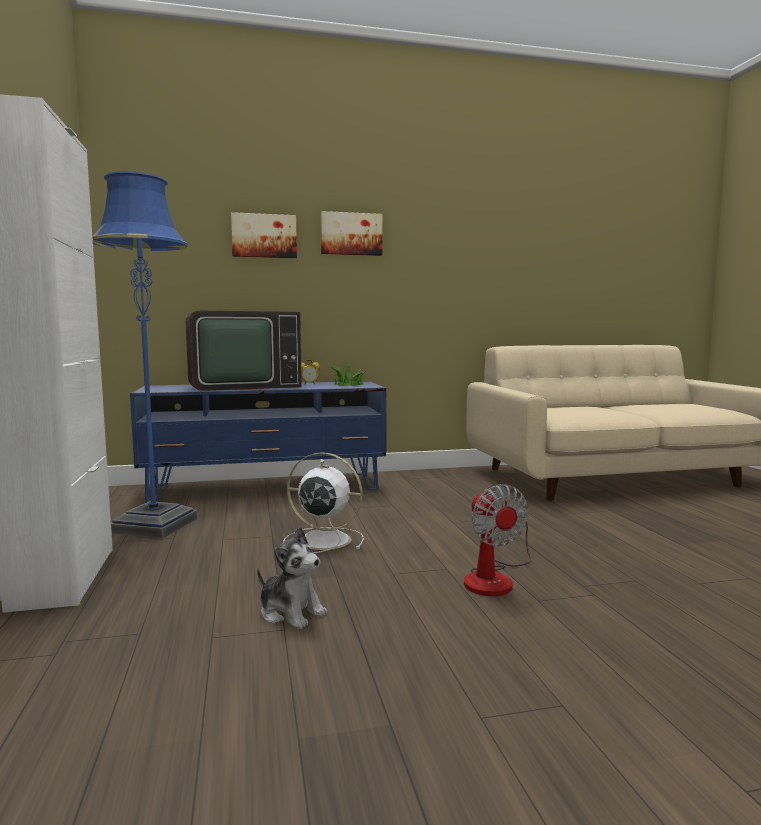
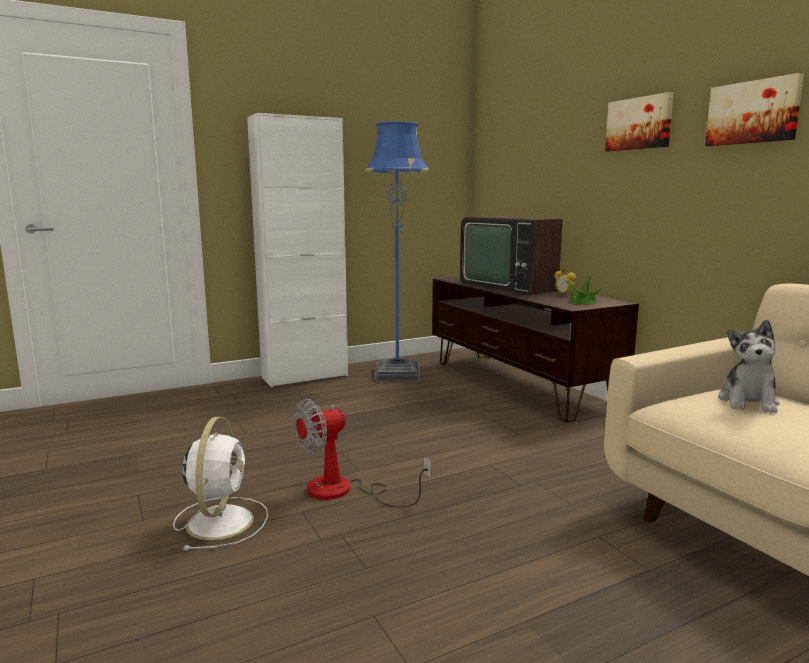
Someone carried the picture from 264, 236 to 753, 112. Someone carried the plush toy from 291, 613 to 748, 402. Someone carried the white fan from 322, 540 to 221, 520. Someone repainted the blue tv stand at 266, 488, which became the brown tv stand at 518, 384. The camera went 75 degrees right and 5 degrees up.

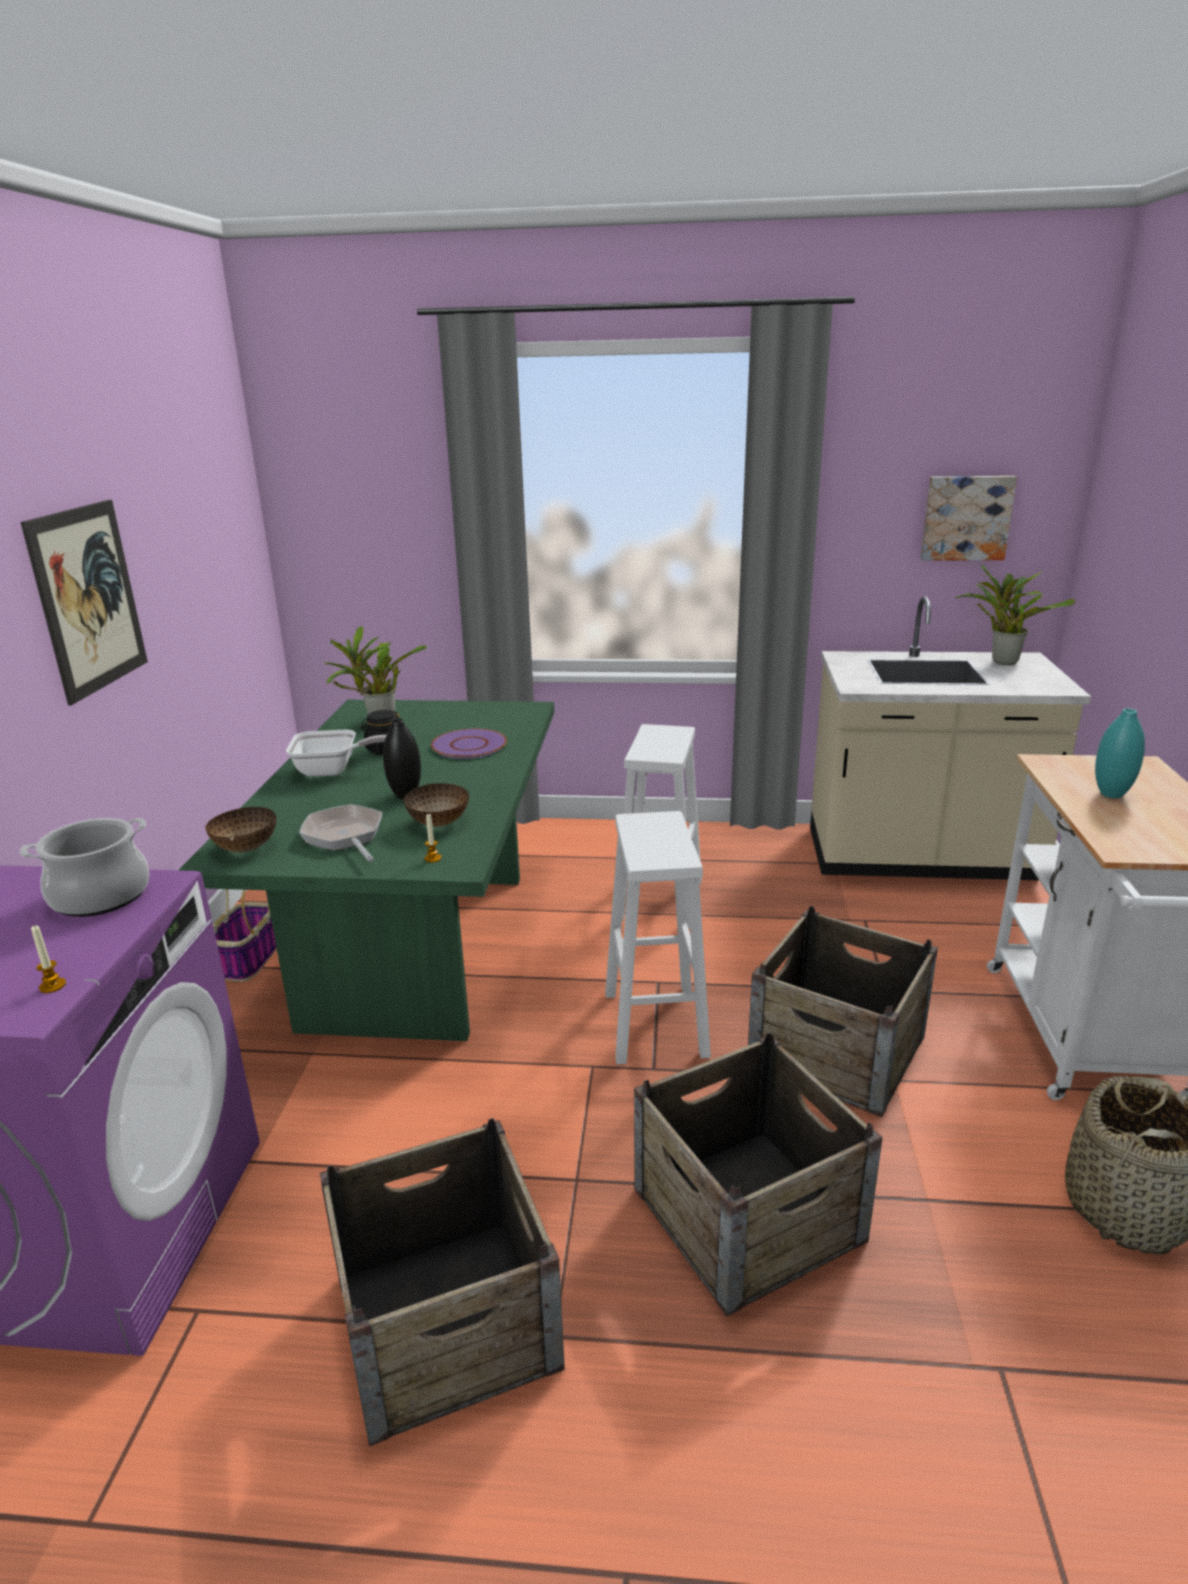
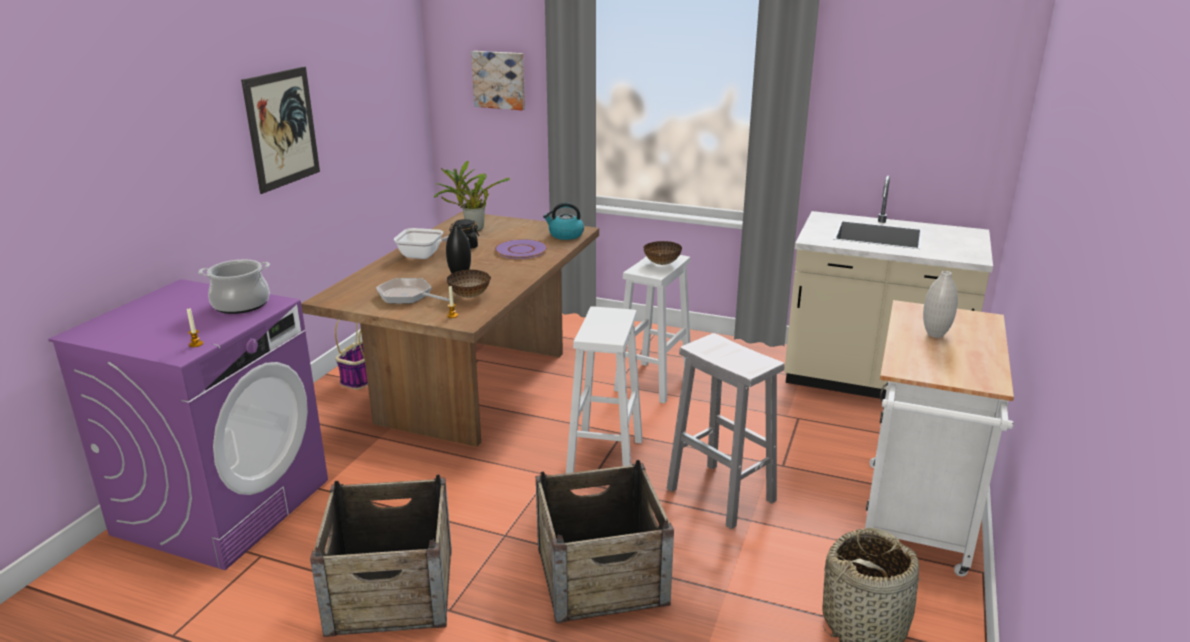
Someone took away the potted plant at 1001, 661. Someone put down the kettle at 565, 235. Someone carried the bowl from 245, 848 to 661, 263. Someone carried the picture from 966, 518 to 499, 80. Someone swapped the crate at 838, 1050 for the white stool at 722, 495. Someone repainted the green dining table at 421, 948, which became the brown dining table at 475, 387. Someone repainted the turquoise vase at 1111, 794, which became the white vase at 935, 334. Someone rotated the frying pan at 345, 837 by 45 degrees counterclockwise. The camera went 15 degrees right and 0 degrees up.

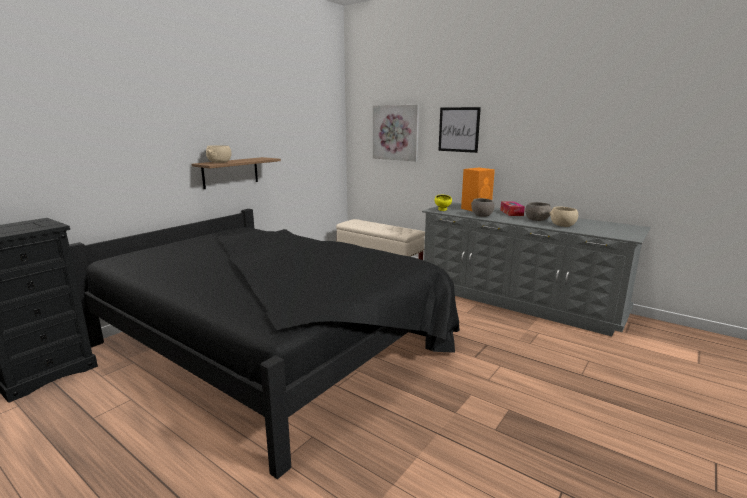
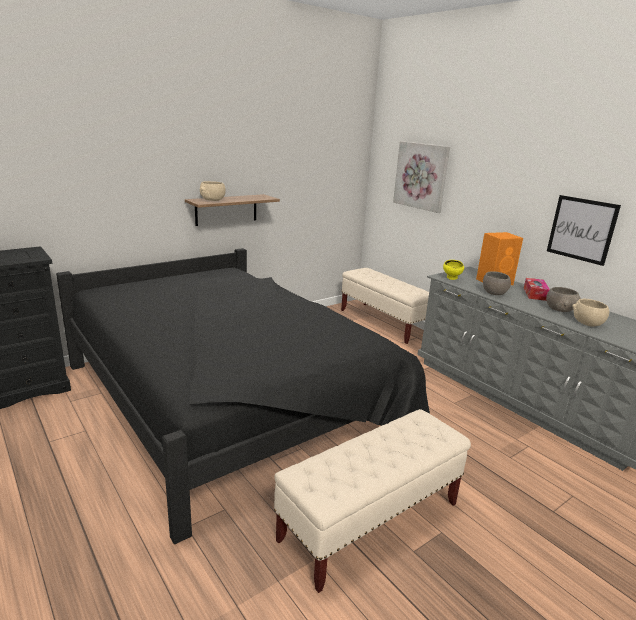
Someone put down the beige bench at 371, 521. Someone carried the picture from 459, 129 to 581, 229. The camera went 15 degrees right and 5 degrees up.

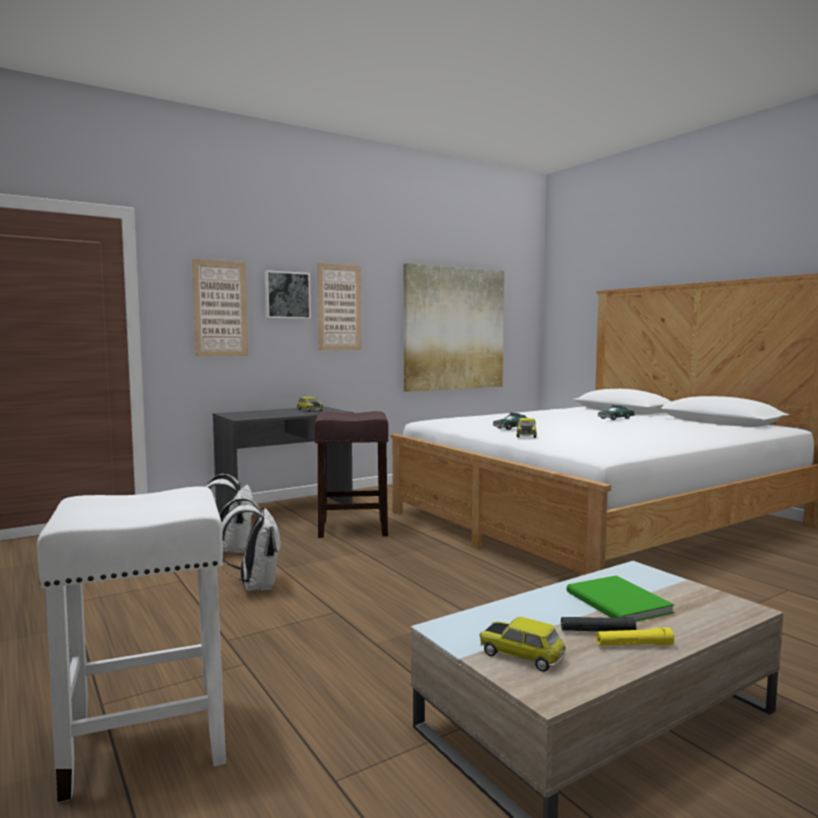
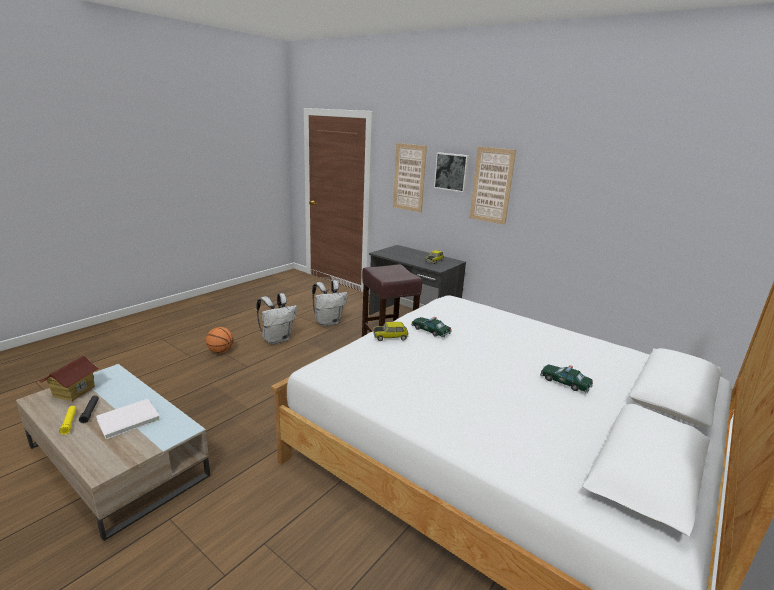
Someone took away the white stool at 150, 743. Someone took away the picture at 454, 328. Someone put down the basketball at 221, 351. Someone swapped the toy car at 523, 655 for the toy house at 74, 392. Someone repainted the green book at 618, 603, which became the white book at 126, 419. The camera went 70 degrees right and 15 degrees up.

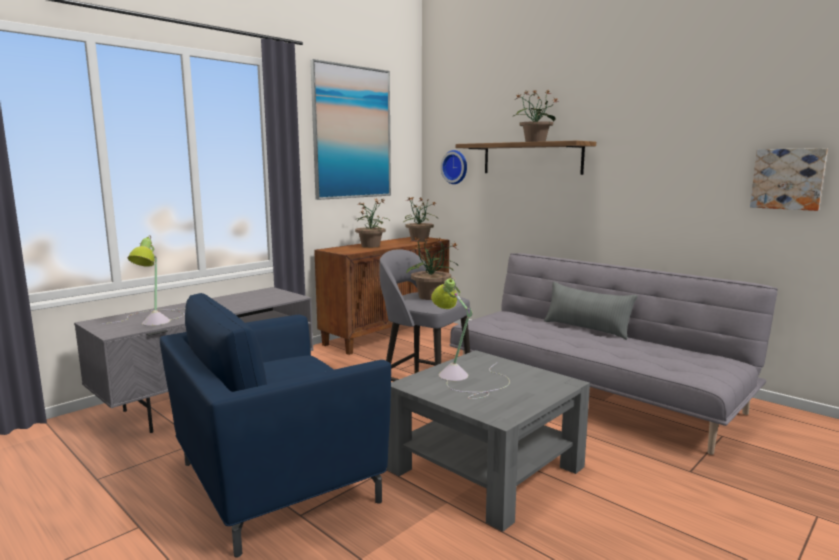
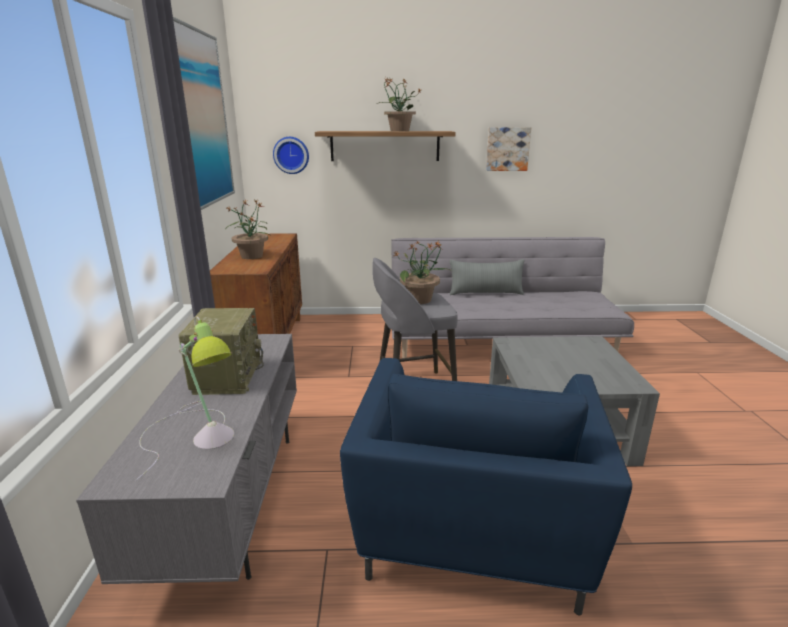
Someone took away the potted plant at 419, 240. Someone took away the table lamp at 464, 378. Someone put down the radio at 227, 377. Someone carried the picture from 788, 179 to 507, 149. The camera went 45 degrees left and 10 degrees up.

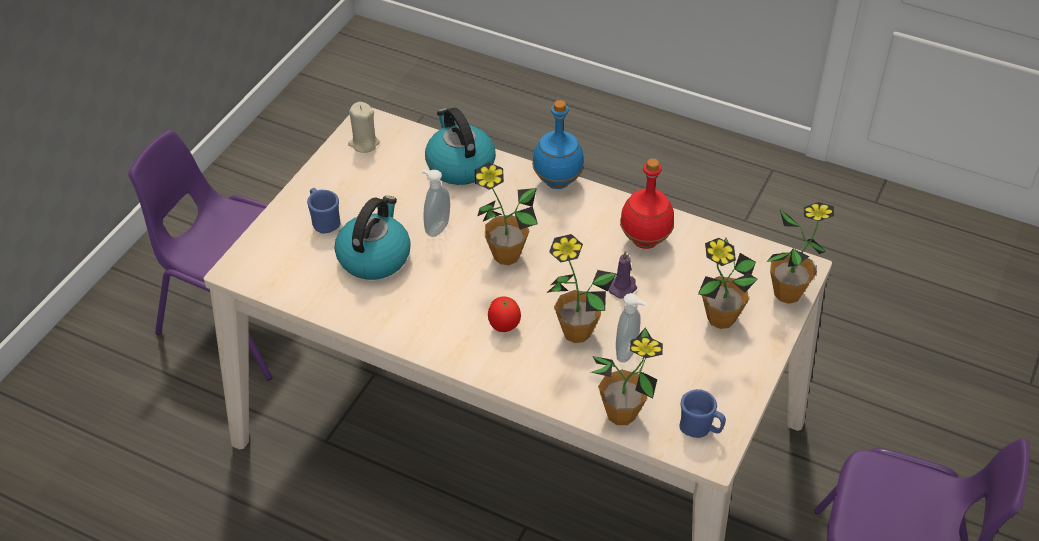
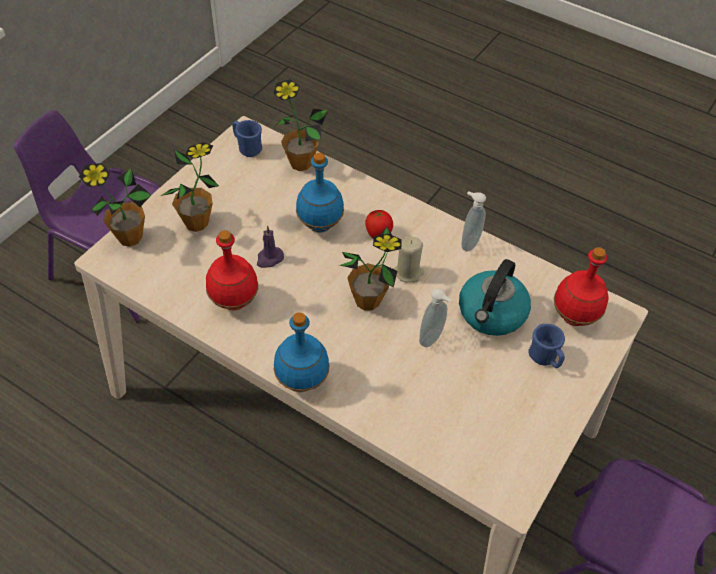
Someone took away the kettle at 459, 165. Someone put down the red bottle at 573, 317. Someone carried the beige candle from 364, 143 to 408, 272. Someone carried the soap dispenser from 628, 352 to 468, 242. Someone swapped the potted plant at 576, 332 for the blue bottle at 319, 225. The camera went 175 degrees left and 5 degrees up.

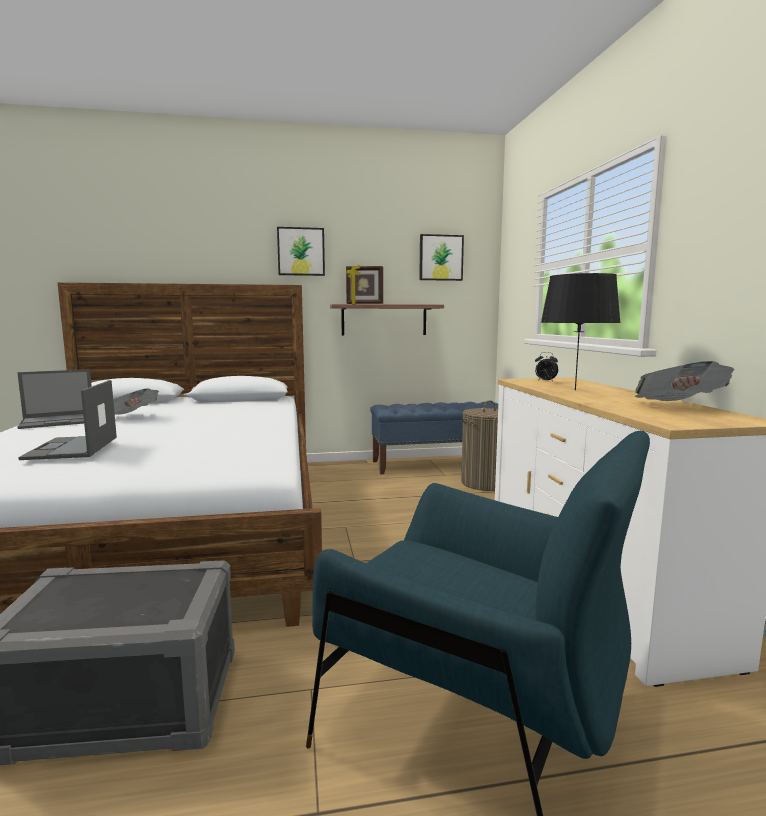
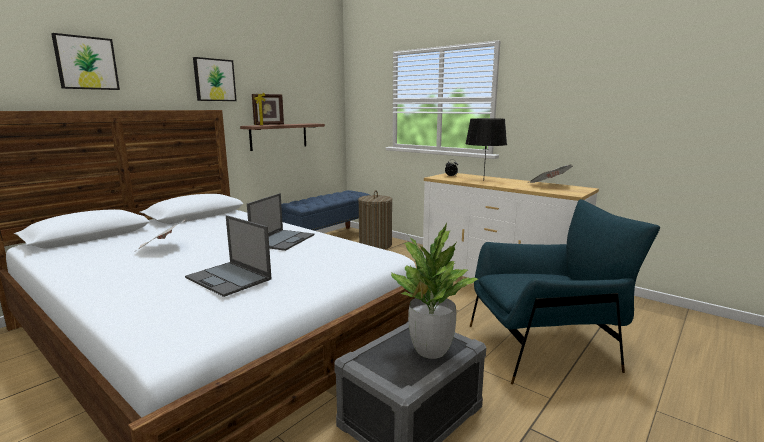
Someone put down the potted plant at 430, 350. Someone carried the laptop from 59, 421 to 283, 240. Someone carried the picture from 440, 258 to 86, 63. The camera went 40 degrees left and 5 degrees up.

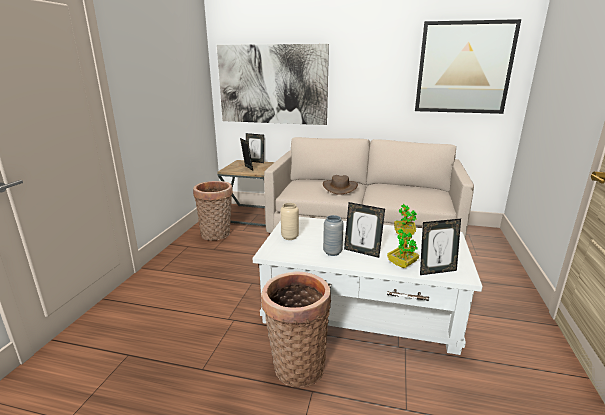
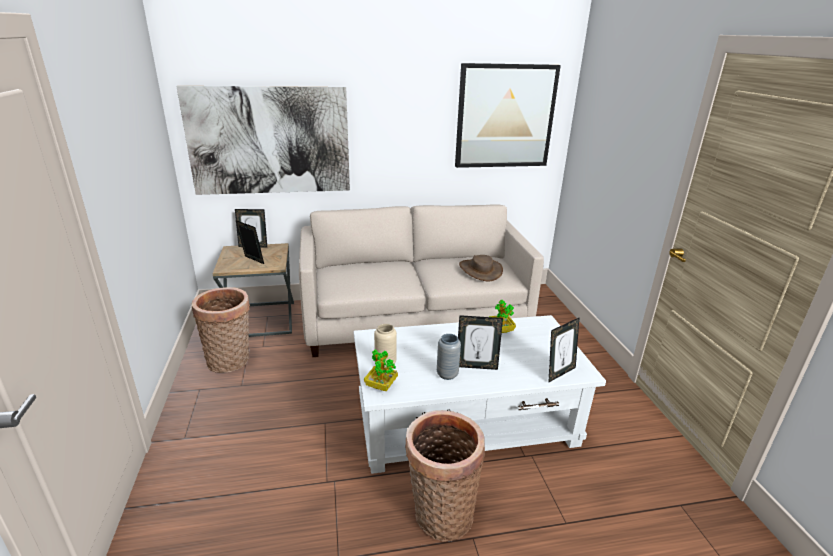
Someone carried the brown hat from 340, 187 to 480, 270. Someone carried the potted plant from 402, 264 to 381, 386. The camera went 25 degrees left and 5 degrees up.

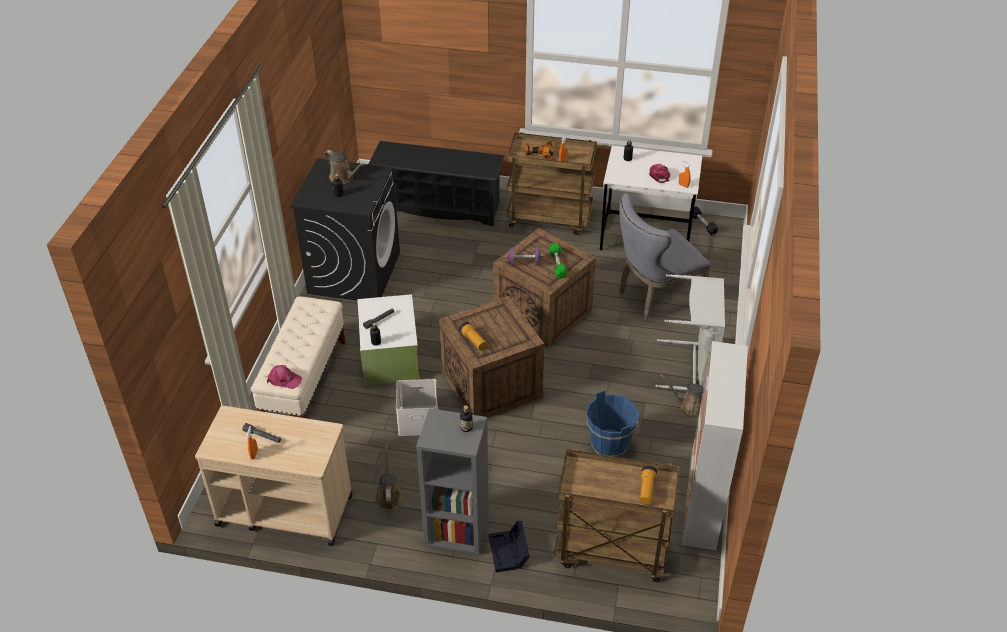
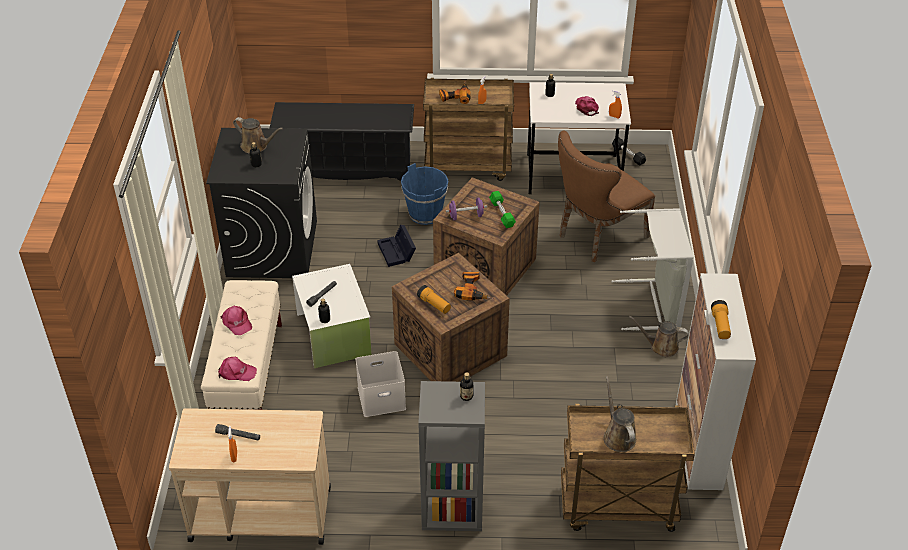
Someone put down the pink cap at 236, 323. Someone put down the power drill at 473, 290. Someone carried the brown watering can from 389, 495 to 618, 436. Someone carried the black storage box from 509, 553 to 397, 252. Someone carried the blue bucket from 609, 444 to 425, 214. Someone carried the flashlight from 646, 490 to 720, 325. Someone repainted the grey chair at 654, 297, which became the brown chair at 597, 237. The camera went 10 degrees left and 0 degrees up.

